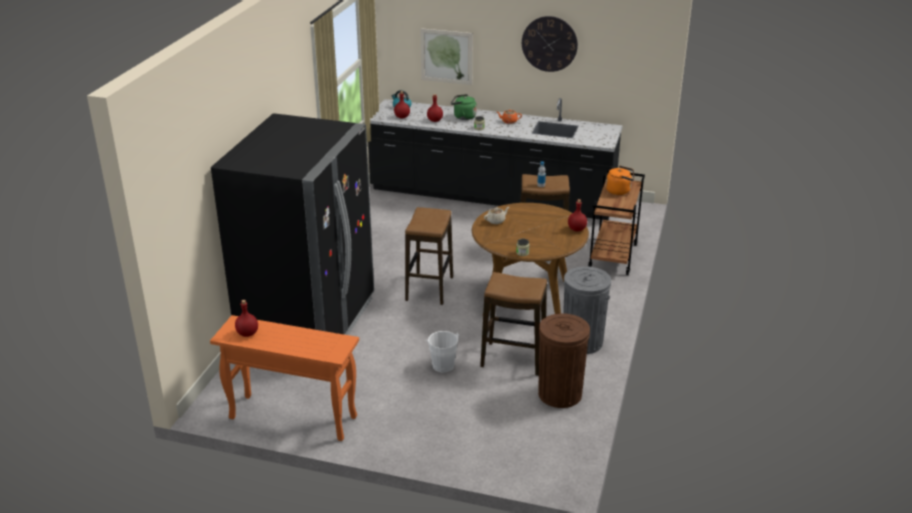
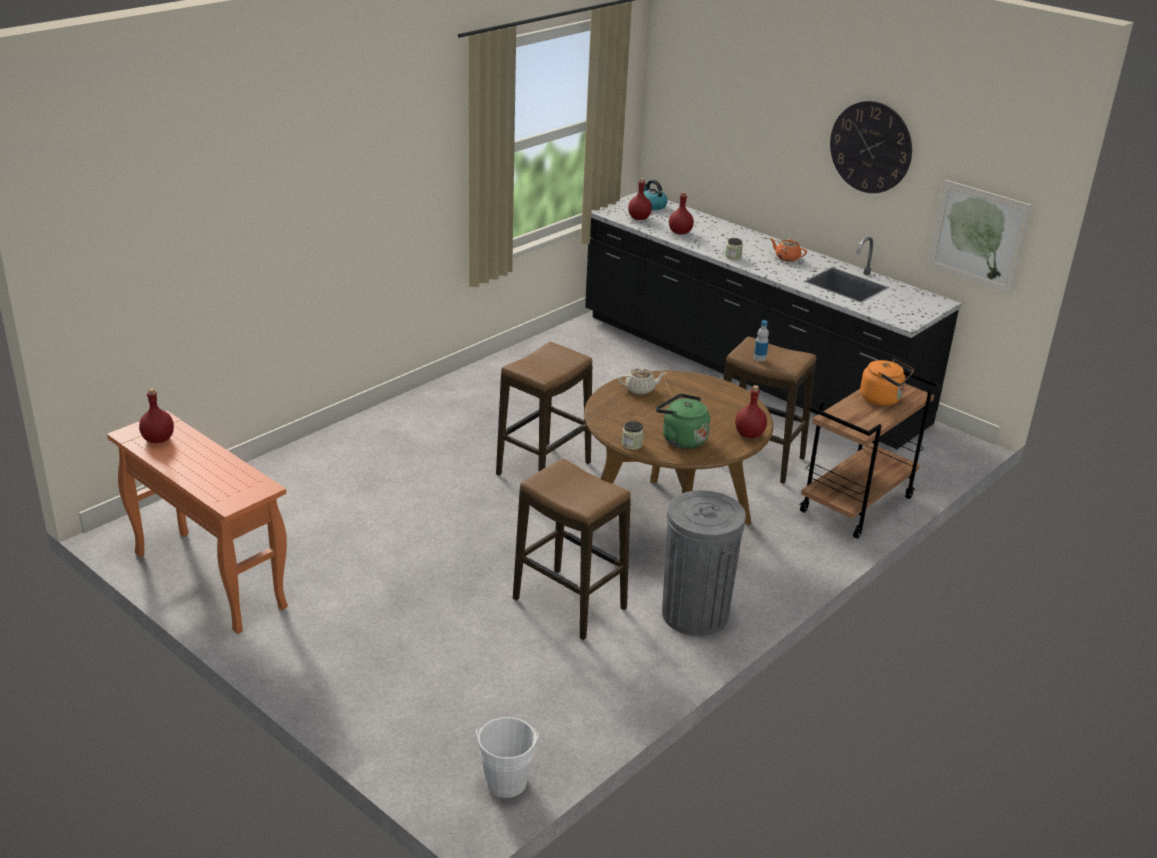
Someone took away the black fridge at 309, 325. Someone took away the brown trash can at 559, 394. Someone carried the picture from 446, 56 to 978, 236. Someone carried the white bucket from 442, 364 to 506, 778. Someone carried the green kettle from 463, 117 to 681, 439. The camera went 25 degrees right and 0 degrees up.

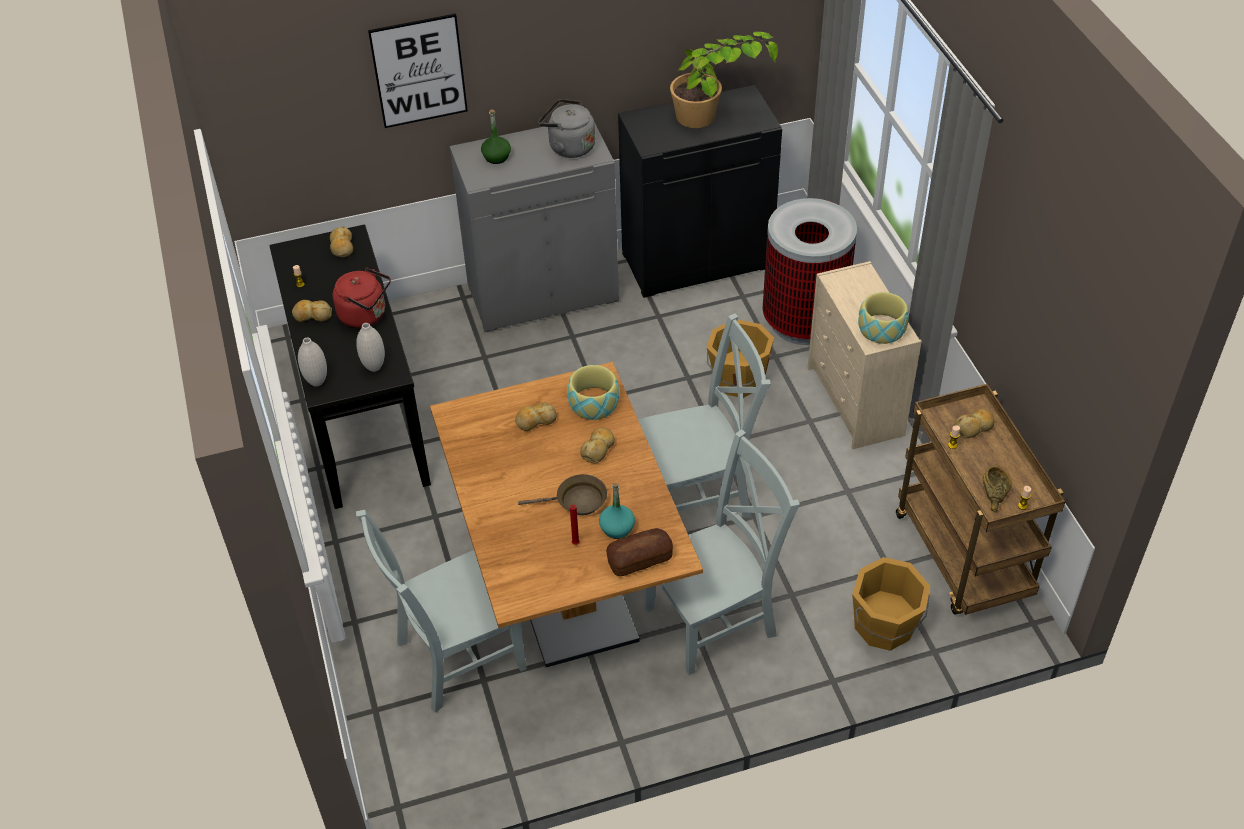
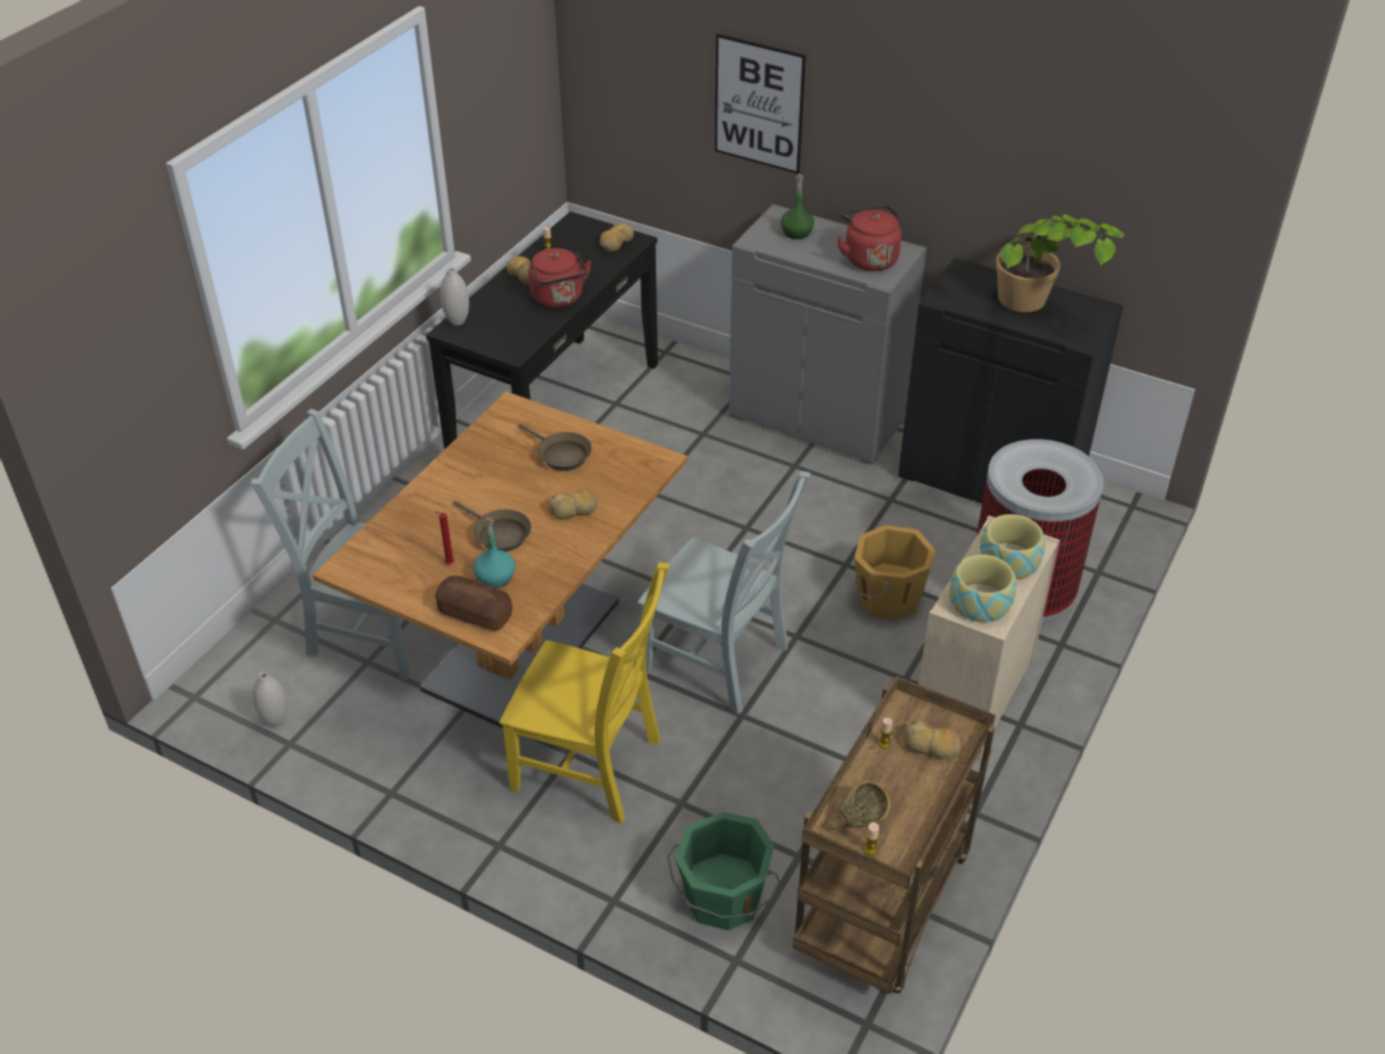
Someone carried the white vase from 374, 367 to 276, 721. Someone carried the bowl from 594, 403 to 1009, 561. Someone swapped the bread at 535, 421 for the brown frying pan at 561, 455. Someone repainted the grey kettle at 569, 147, which became the red kettle at 868, 258. Someone repainted the grey chair at 715, 619, which became the yellow chair at 592, 767. Someone repainted the orange bucket at 885, 626, which became the green bucket at 723, 899. The camera went 45 degrees right and 5 degrees down.

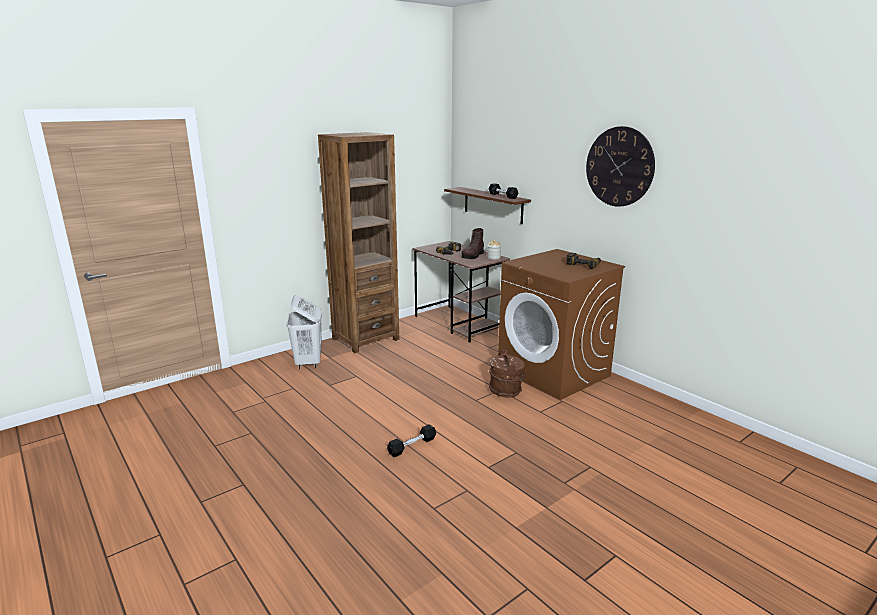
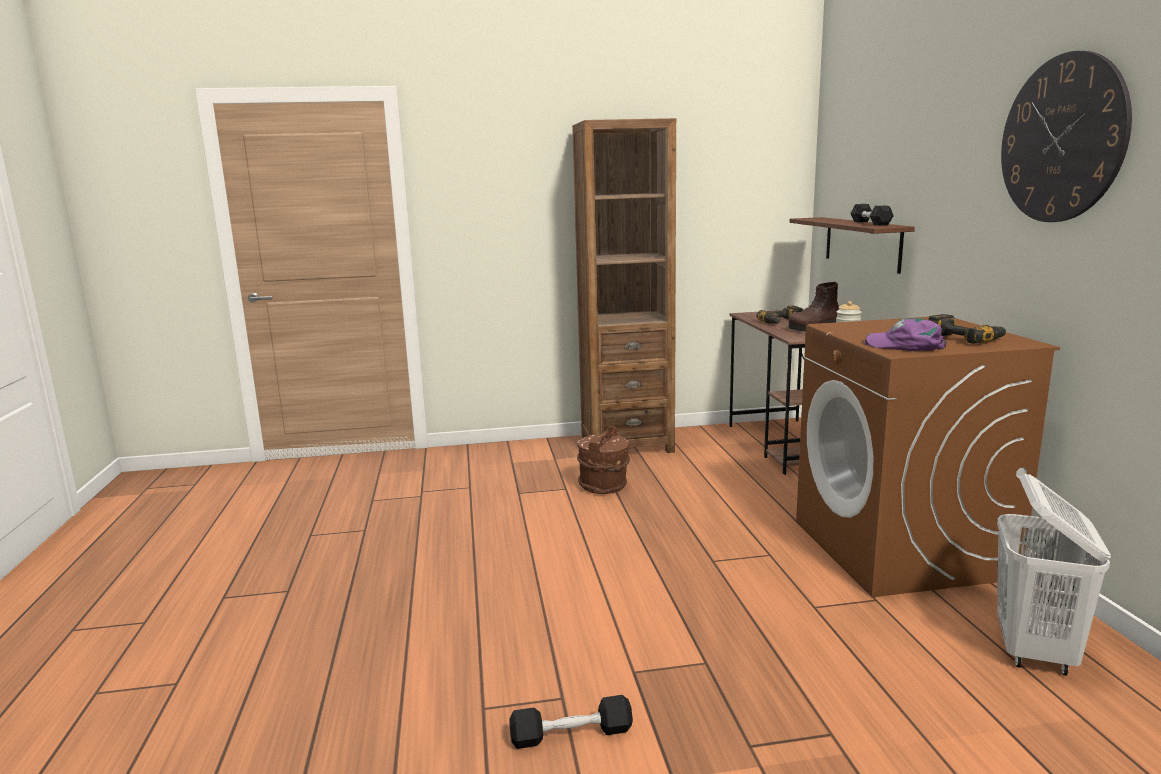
Someone put down the purple cap at 905, 345. Someone carried the white laundry basket from 308, 363 to 1034, 652. Someone carried the black dumbbell from 412, 446 to 571, 734. Someone carried the brown bucket from 506, 390 to 604, 486. The camera went 30 degrees right and 5 degrees down.

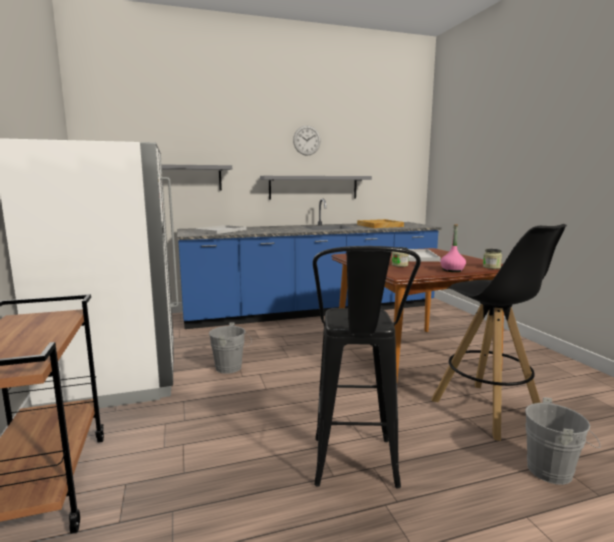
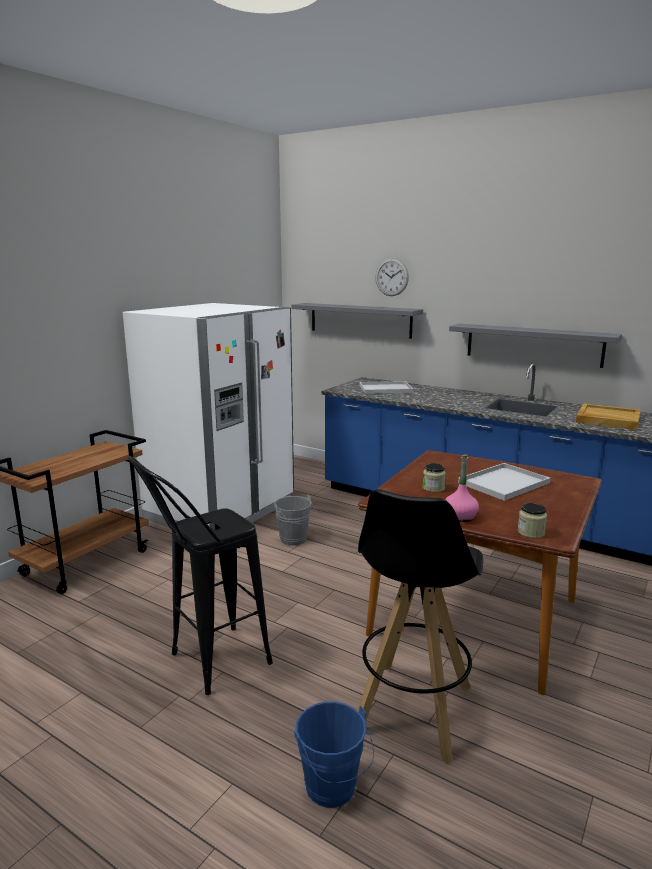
Someone carried the wall clock from 307, 140 to 391, 277. Someone repainted the grey bucket at 554, 471, which became the blue bucket at 333, 791. The camera went 50 degrees right and 5 degrees up.

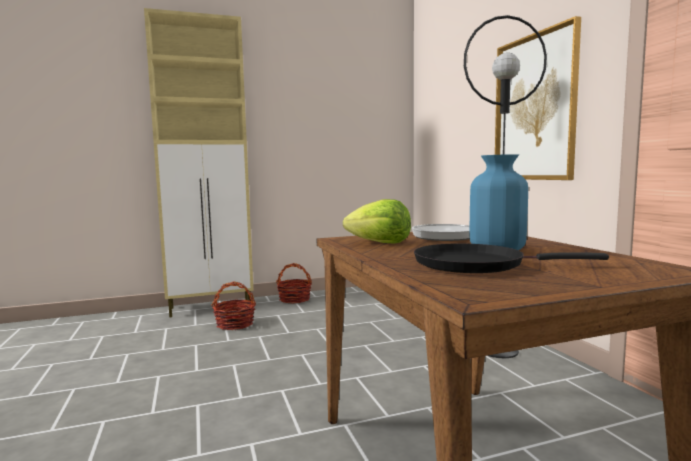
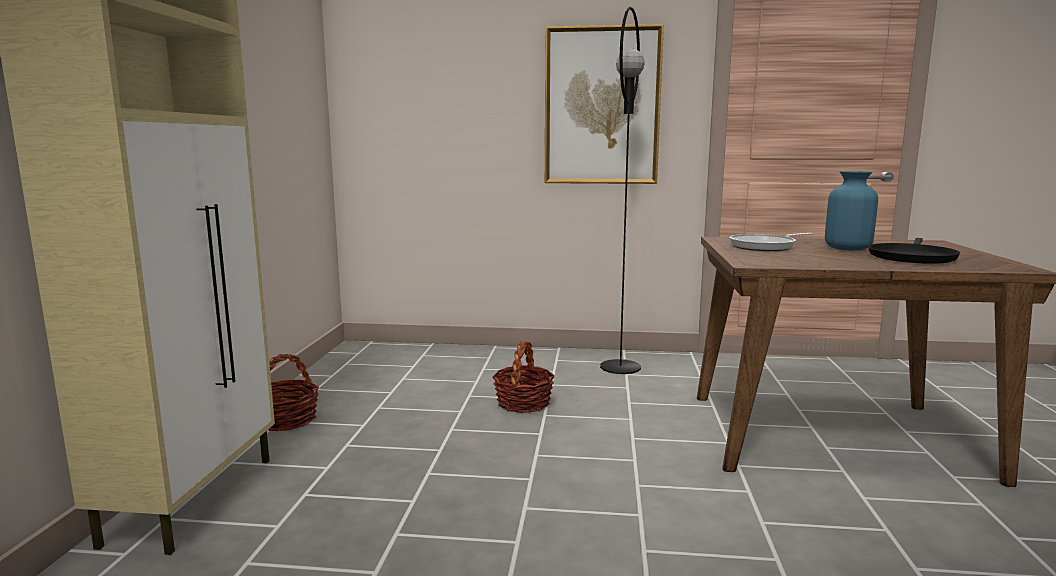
Someone took away the lettuce at 380, 243. Someone carried the basket from 235, 324 to 523, 403. The camera went 65 degrees left and 5 degrees up.

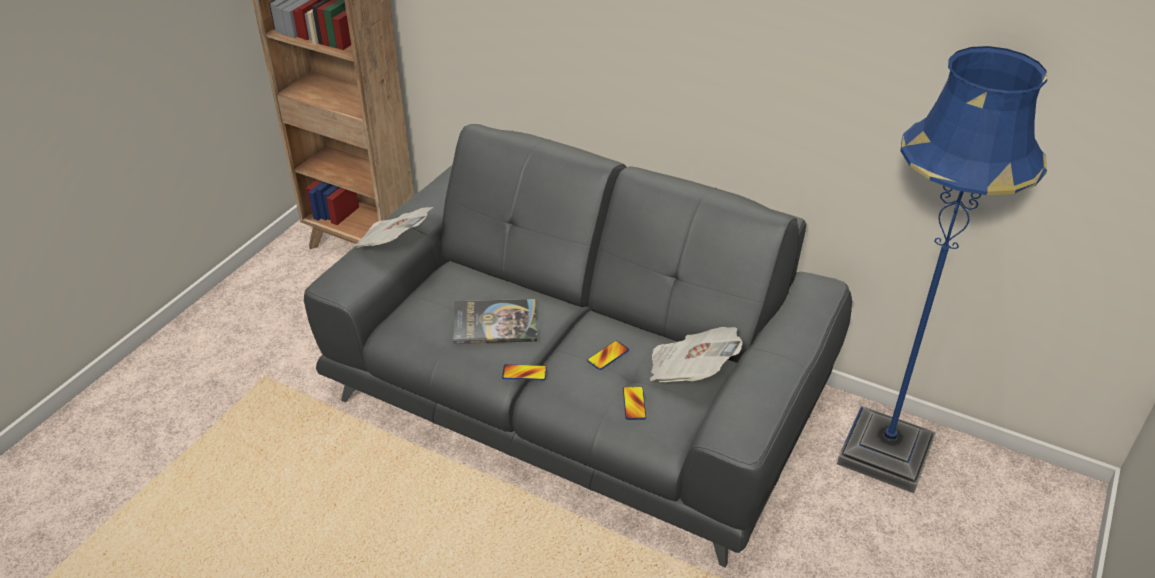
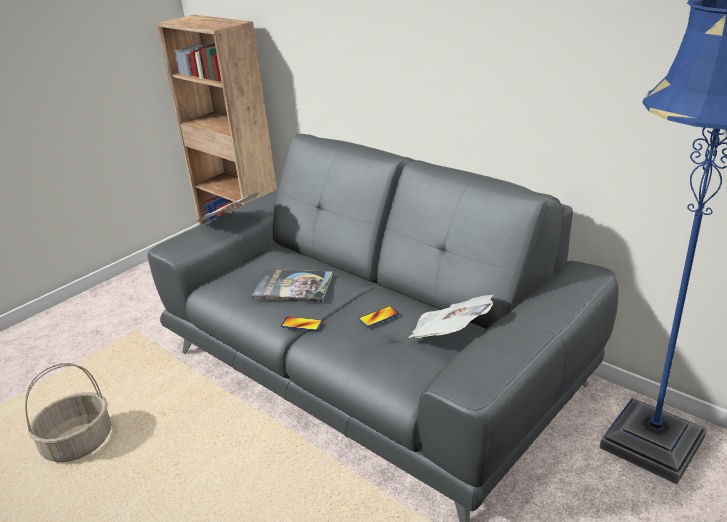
Someone took away the phone at 634, 403. Someone put down the basket at 79, 442. The camera went 15 degrees right and 10 degrees down.

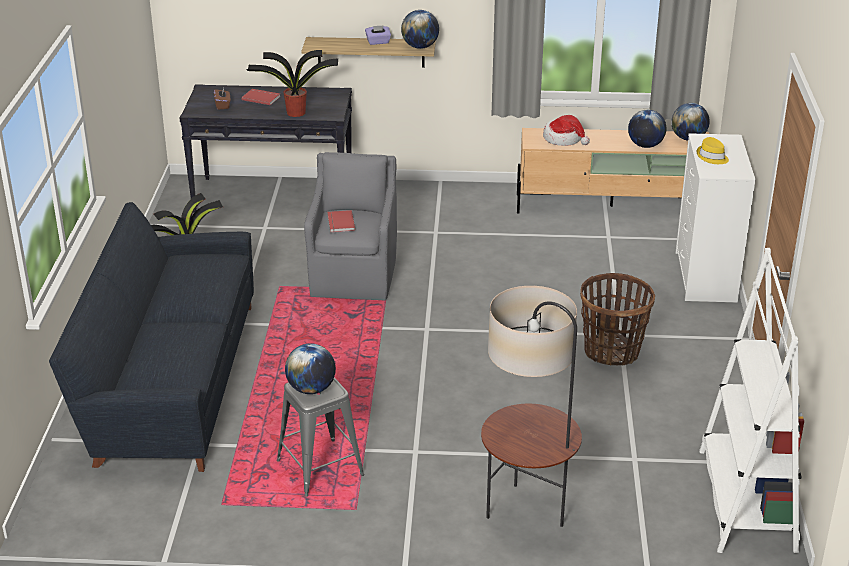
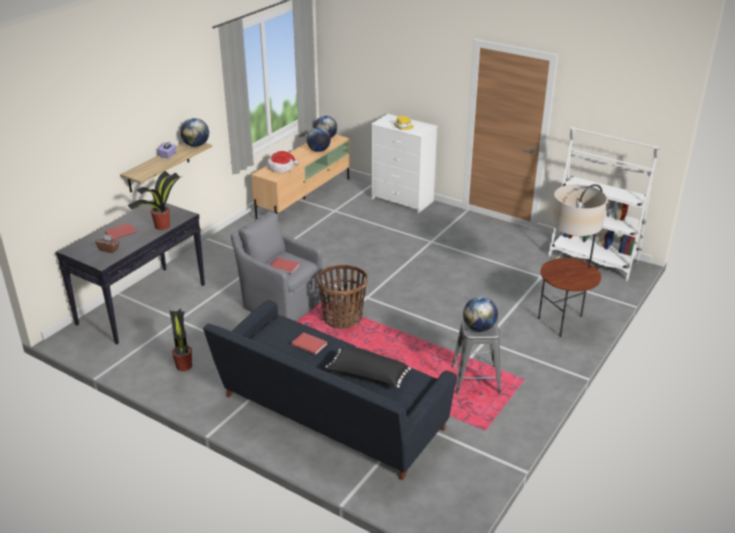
Someone put down the red book at 309, 344. Someone put down the black pillow at 367, 376. Someone carried the basket from 612, 351 to 342, 318. The camera went 60 degrees left and 0 degrees up.

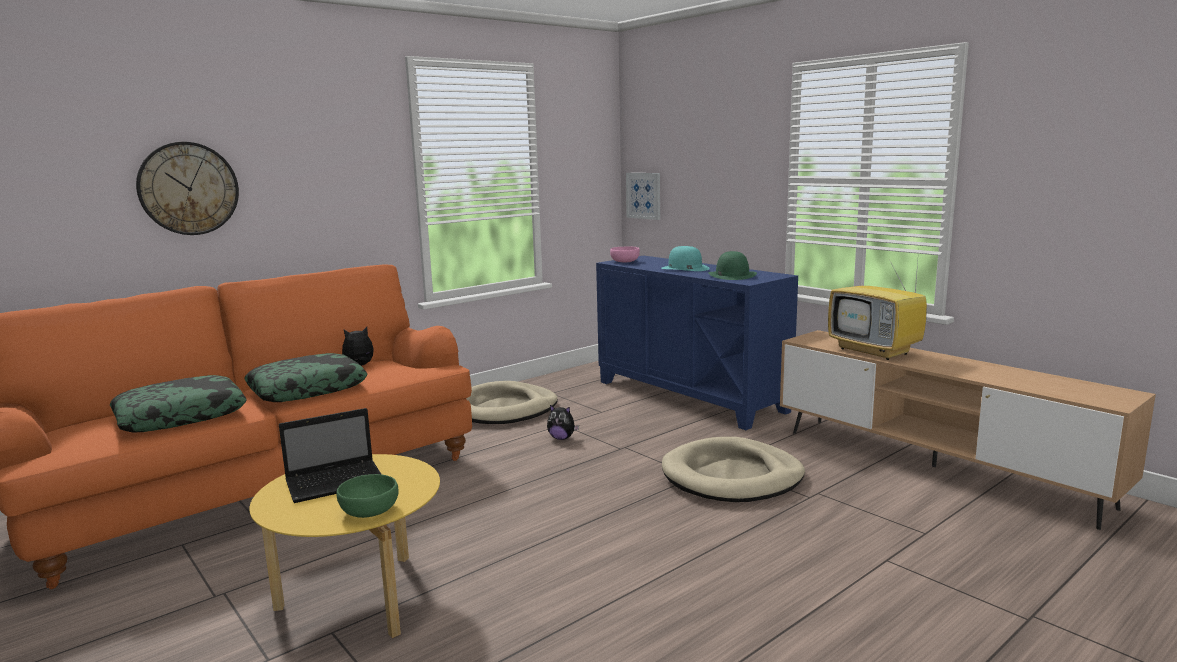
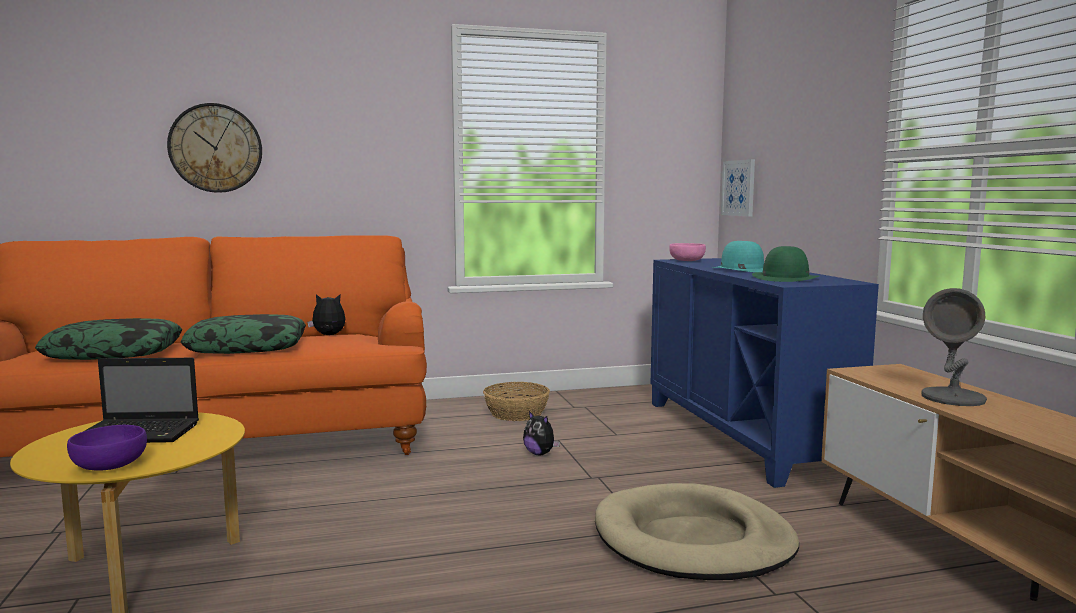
Someone swapped the beige dog bed at 503, 408 for the basket at 517, 413. Someone swapped the television at 876, 351 for the grey table lamp at 953, 398. Someone repainted the green bowl at 369, 511, which became the purple bowl at 108, 465. The camera went 25 degrees right and 5 degrees down.

